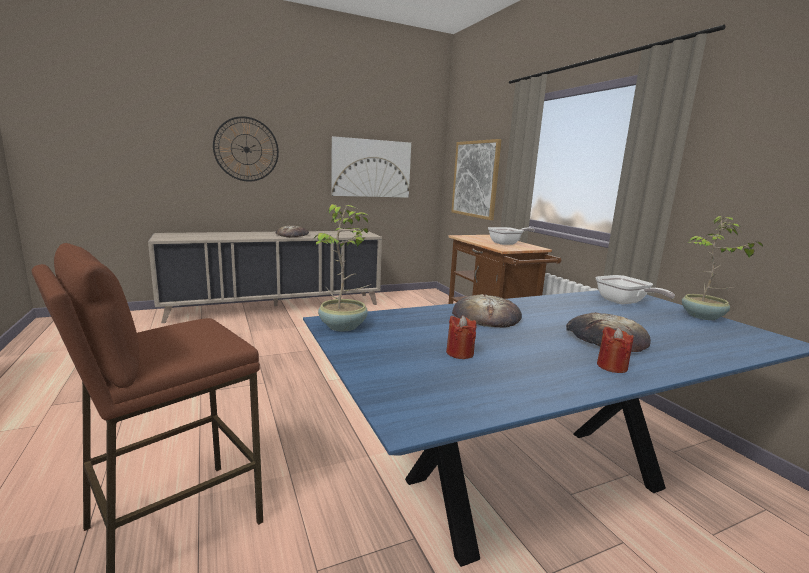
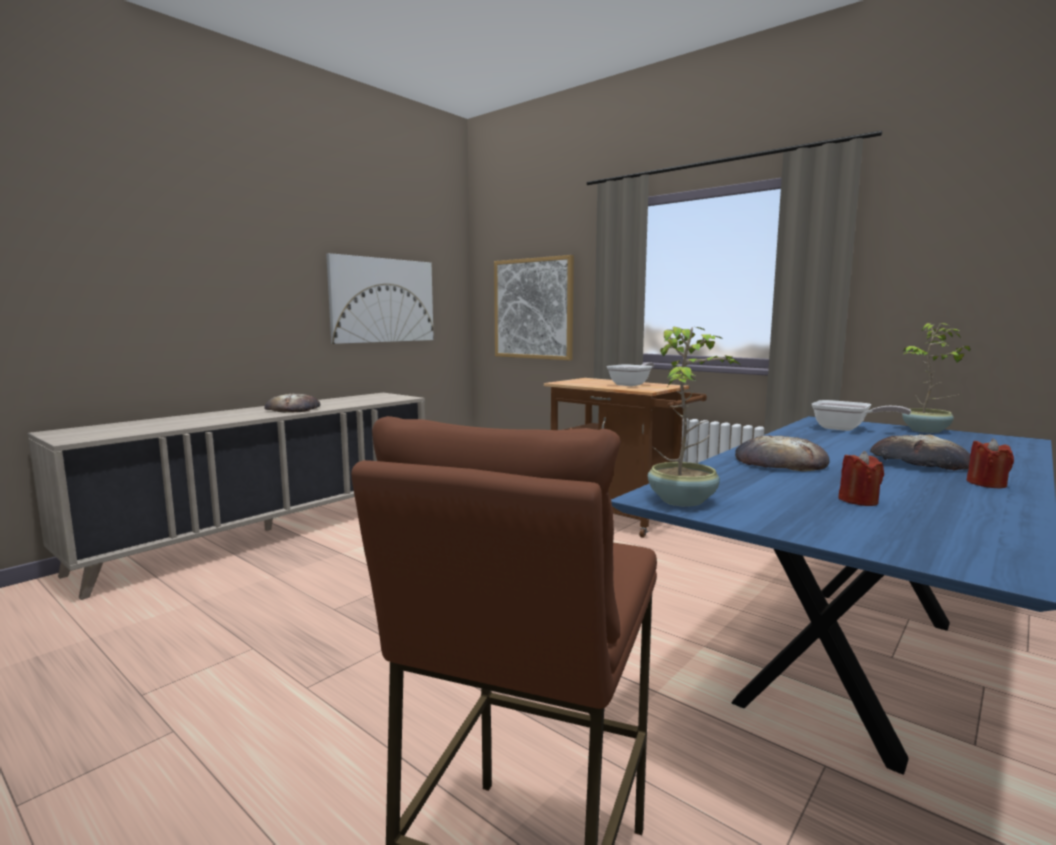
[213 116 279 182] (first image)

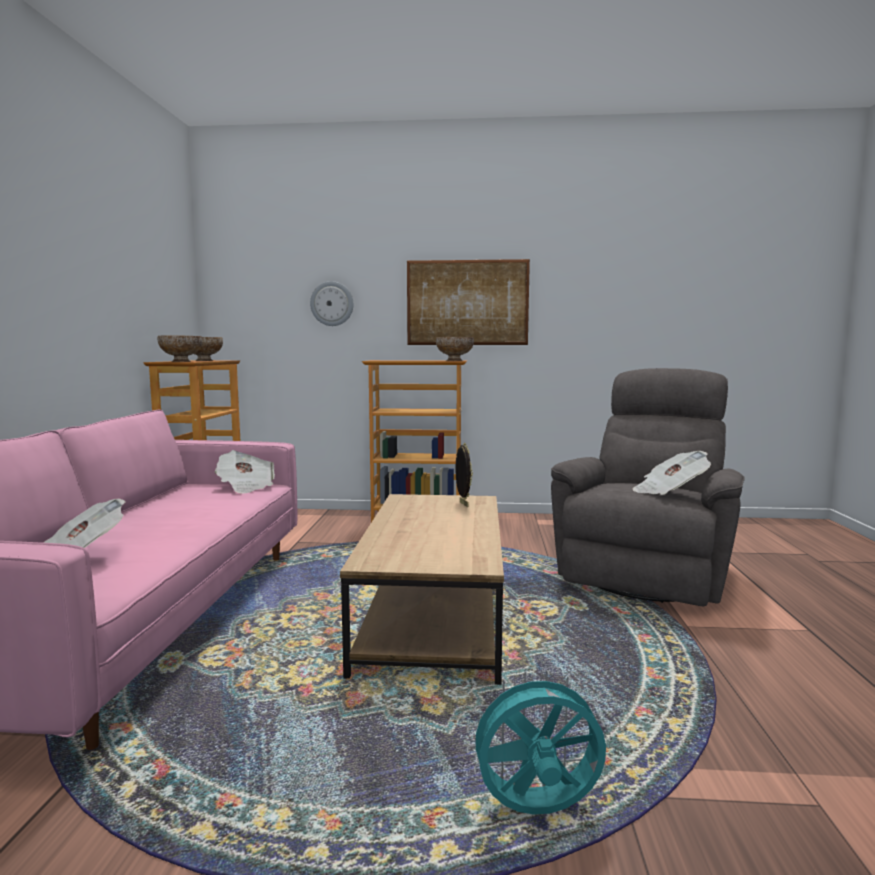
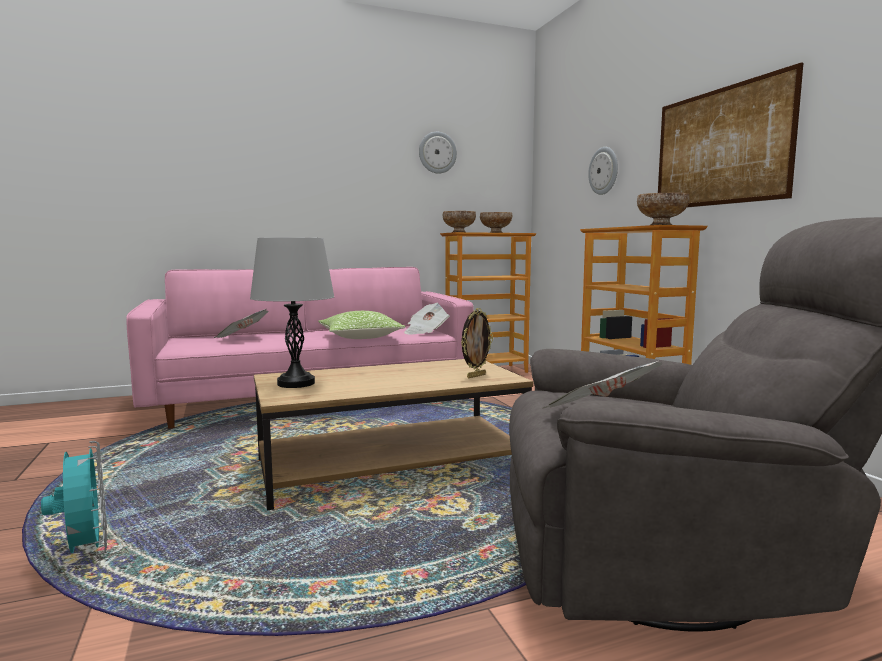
[419 132 457 174]
[250 237 335 388]
[319 311 406 339]

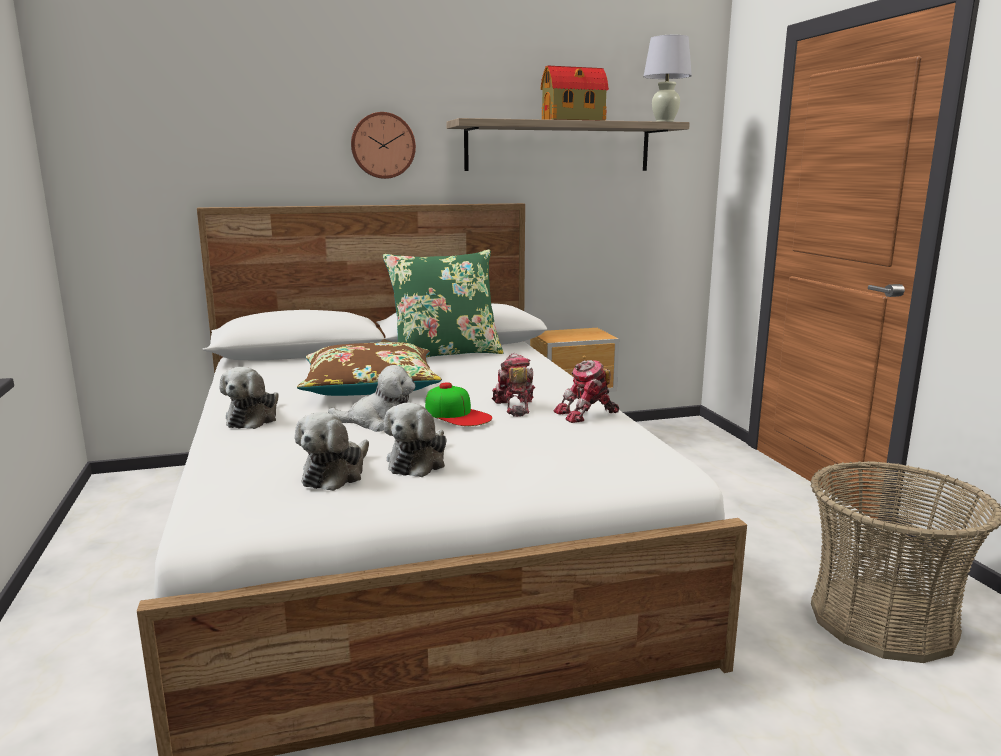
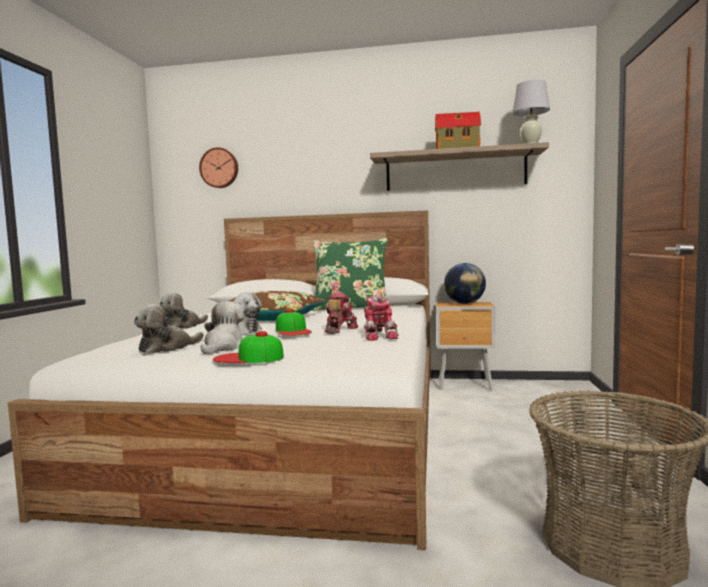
[199 147 238 188]
[364 294 399 341]
[201 301 245 354]
[444 263 486 304]
[213 331 284 363]

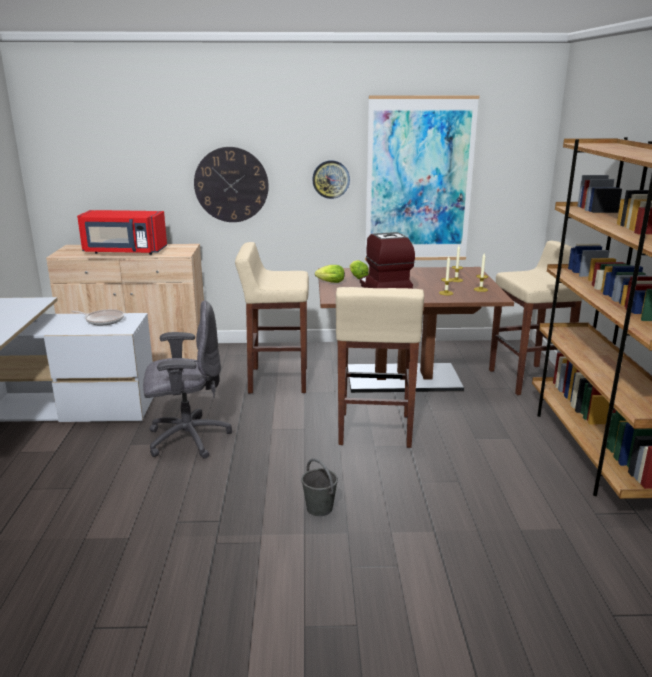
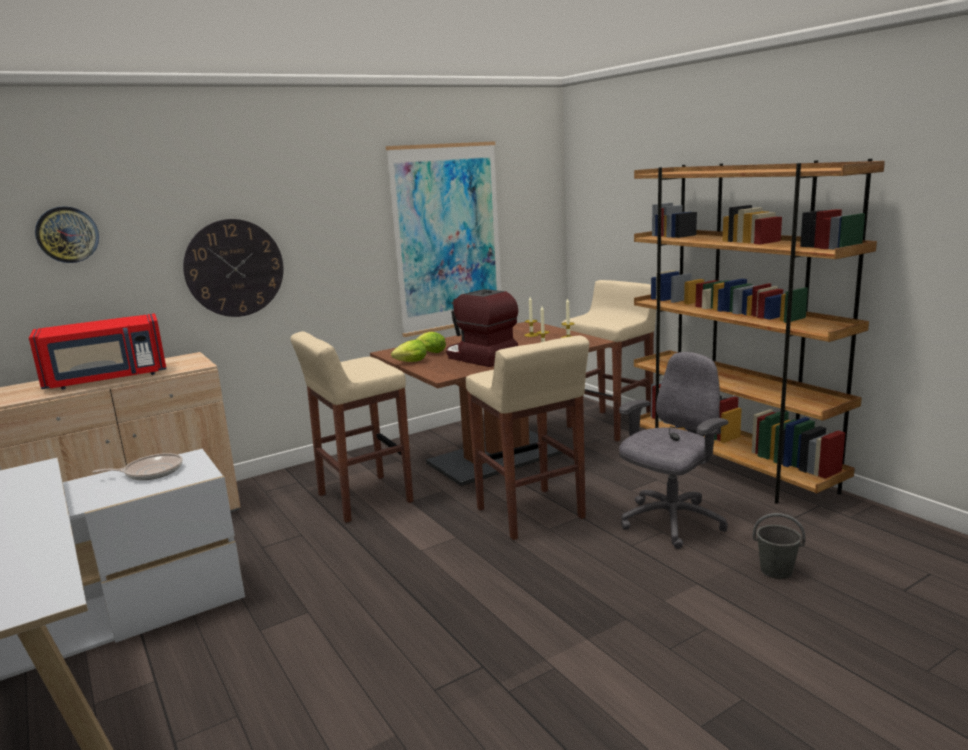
[35 206 99 263]
[619 352 728 549]
[753 513 805 579]

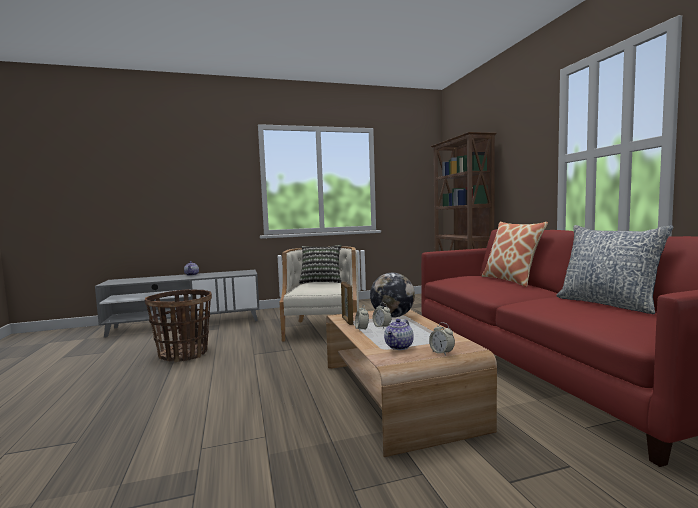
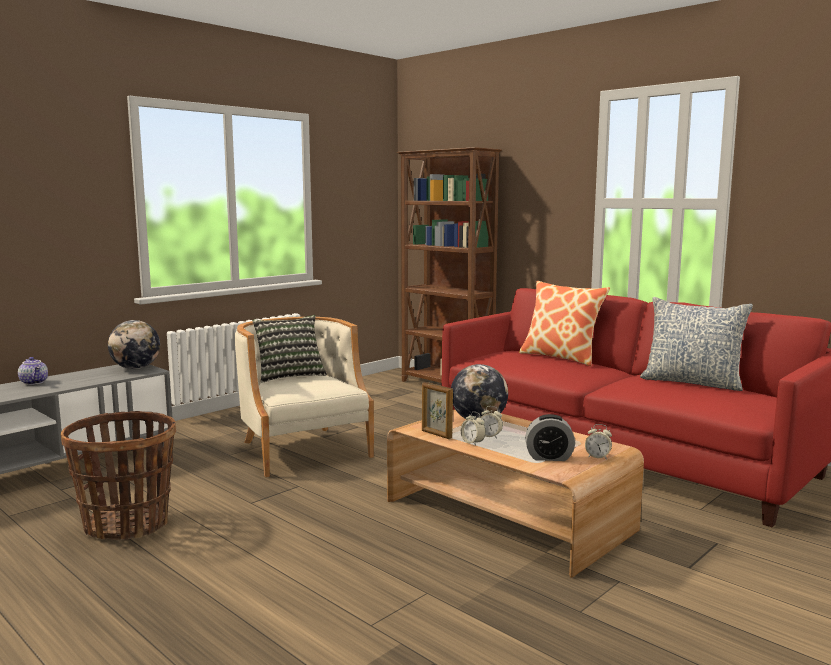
[525 414 575 461]
[108 320 160 369]

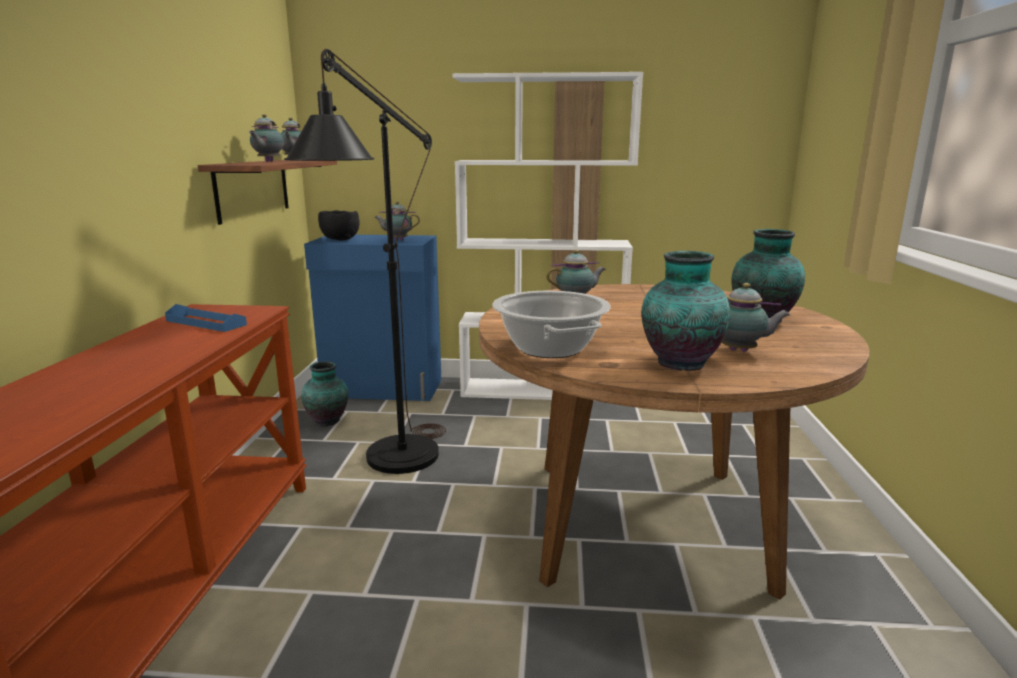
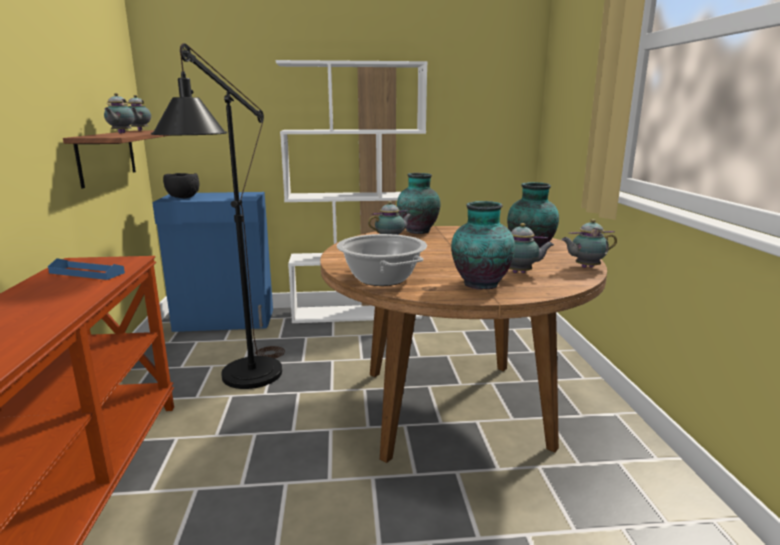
[561 219 617 268]
[397 173 441 234]

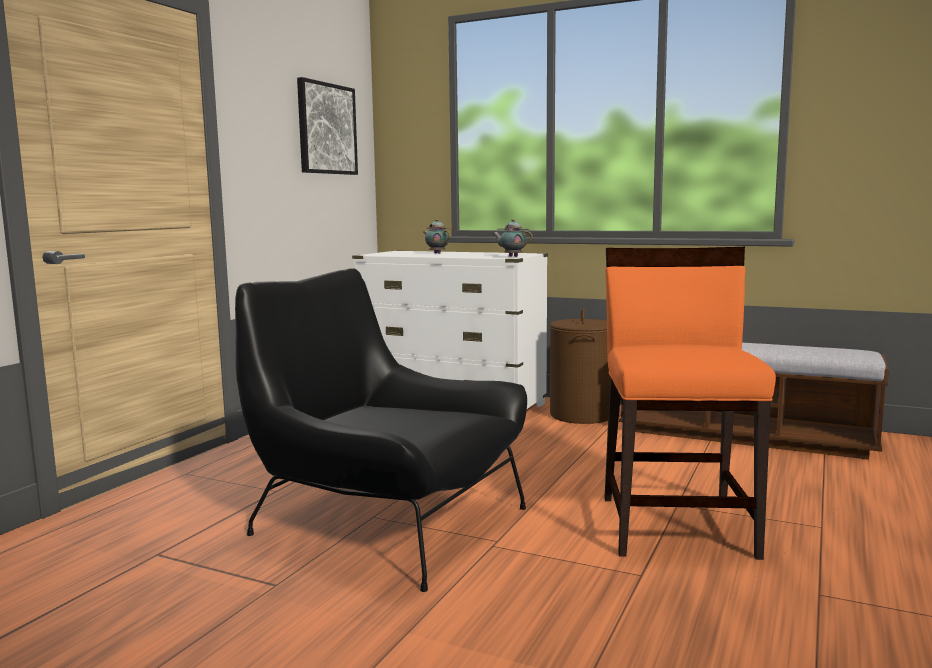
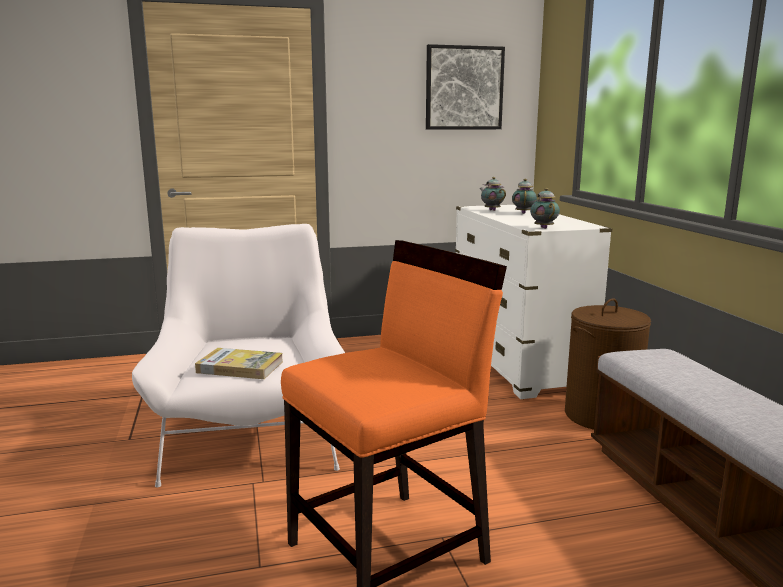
[132 224 345 487]
[479 177 506 211]
[195 348 283 379]

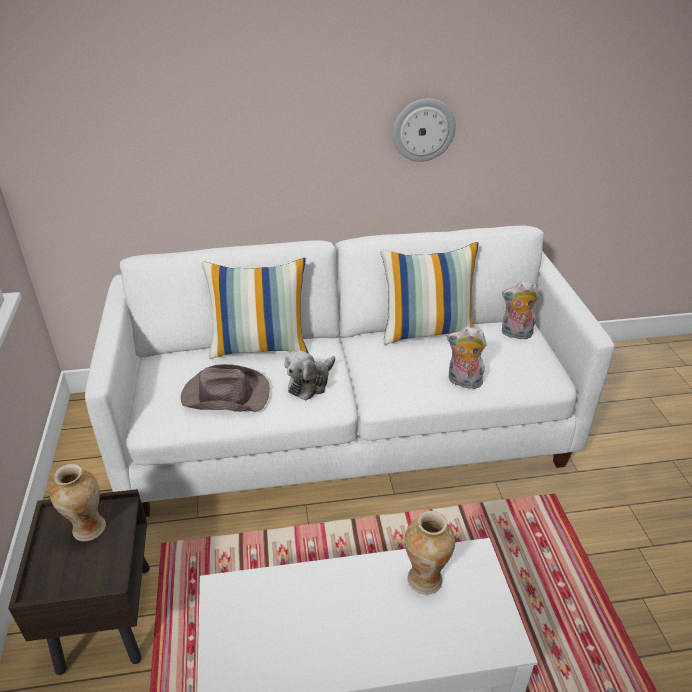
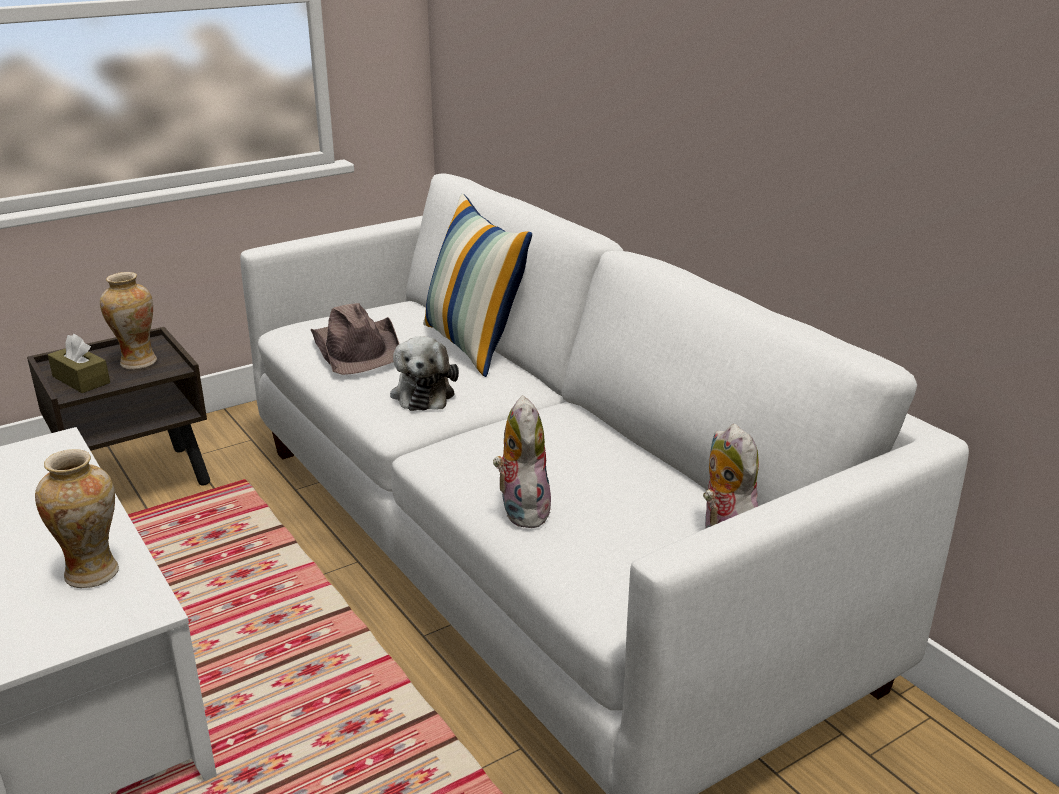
[393 98 456 162] (first image)
[380 242 478 345] (first image)
[390 336 459 411]
[48 334 110 393]

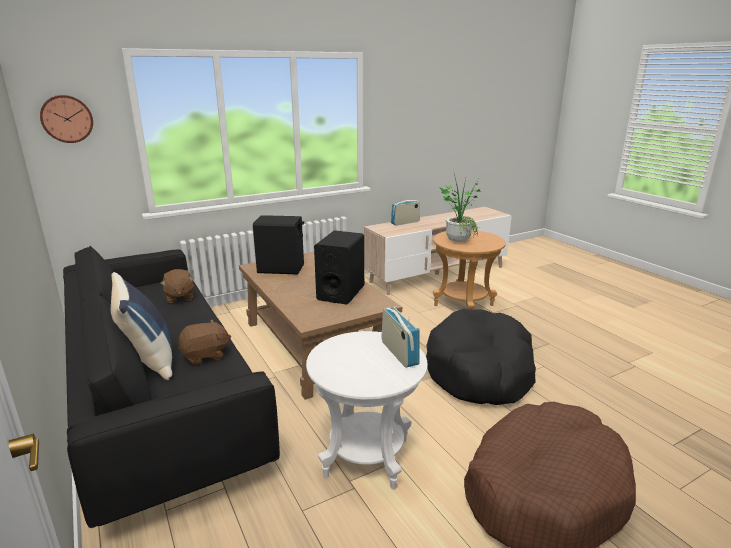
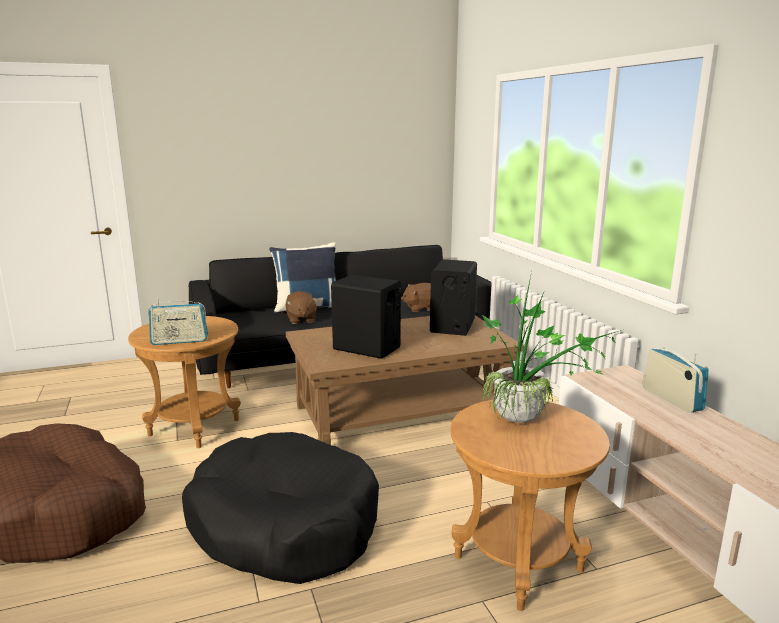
[40 95 93 143] (first image)
[128 316 241 448]

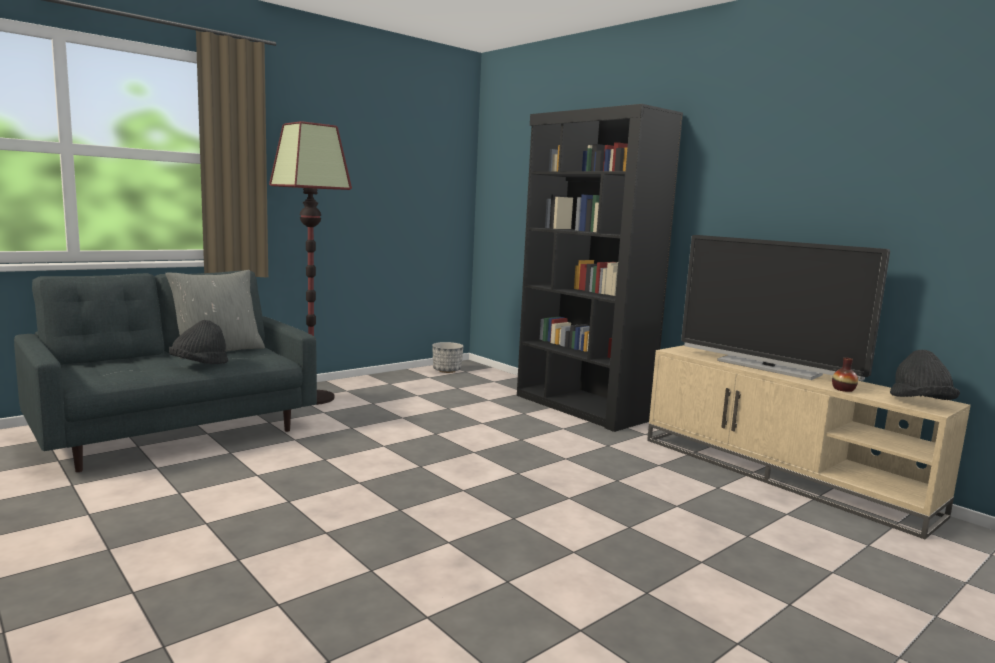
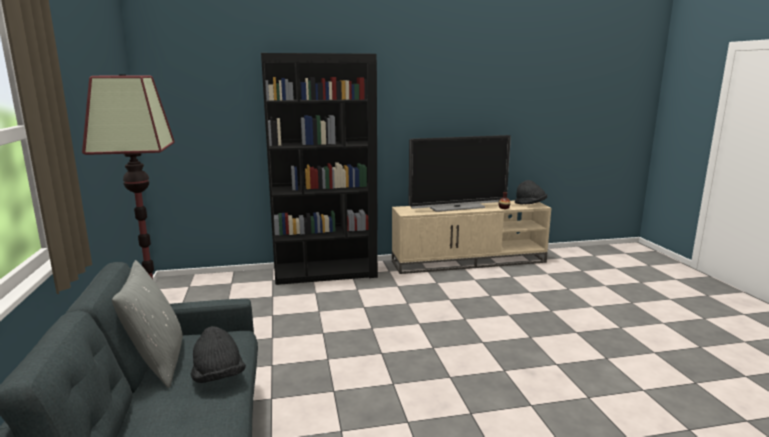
[432 342 464 373] (first image)

